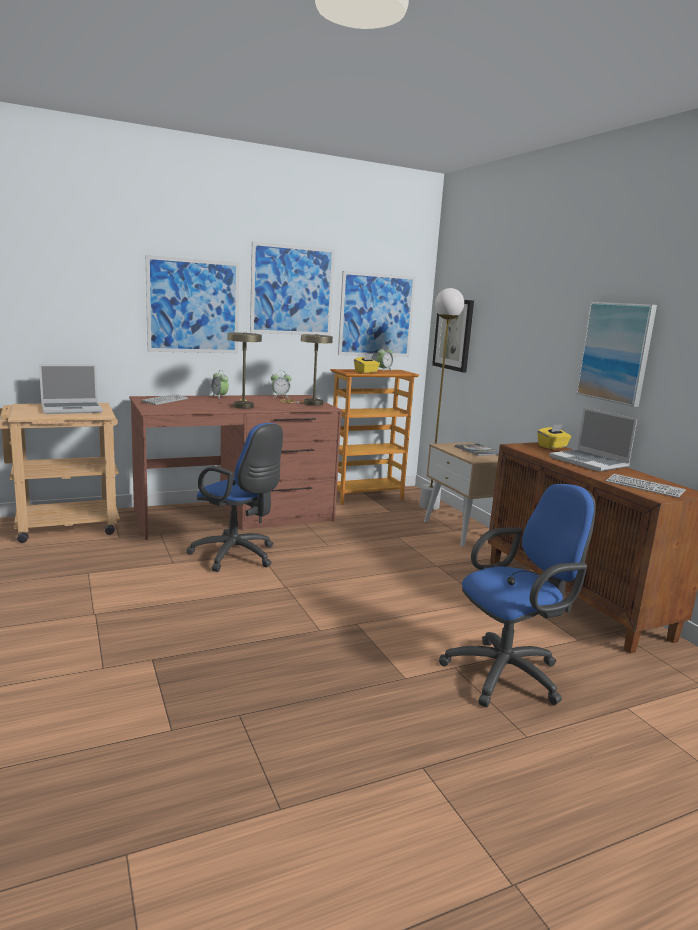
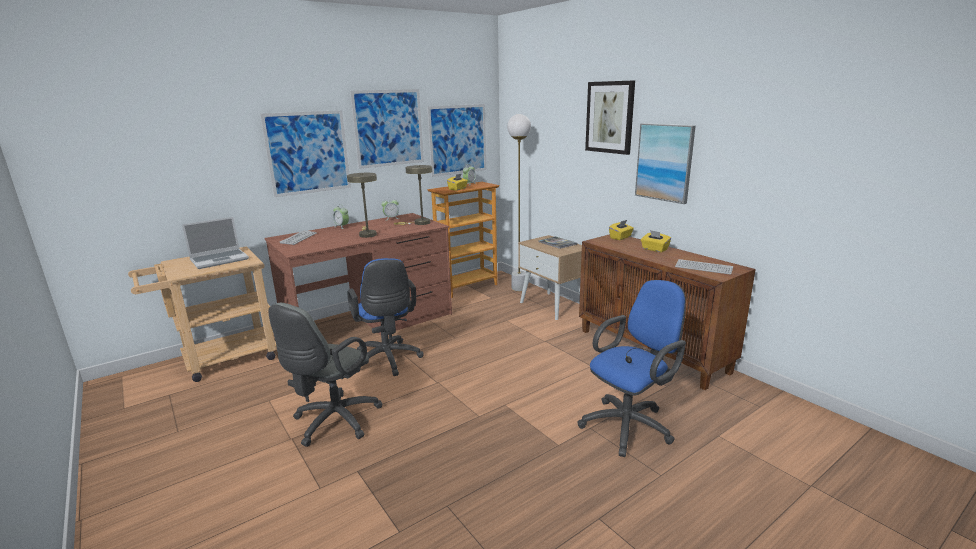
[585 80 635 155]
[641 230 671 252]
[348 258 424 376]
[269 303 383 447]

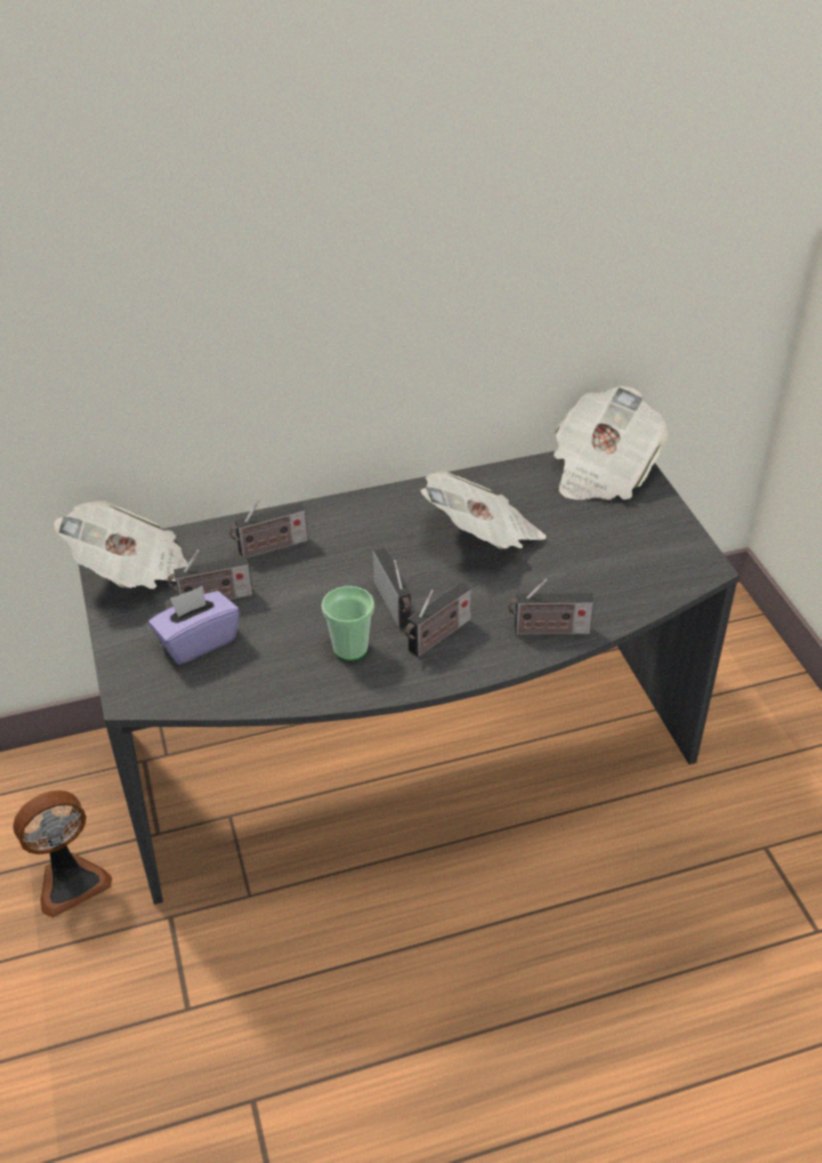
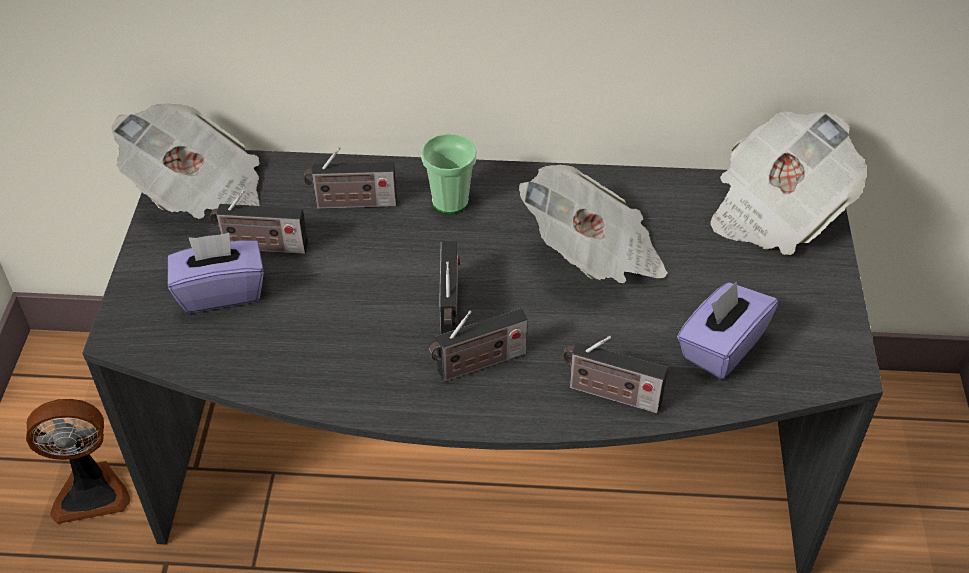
[421 133 477 214]
[677 281 778 379]

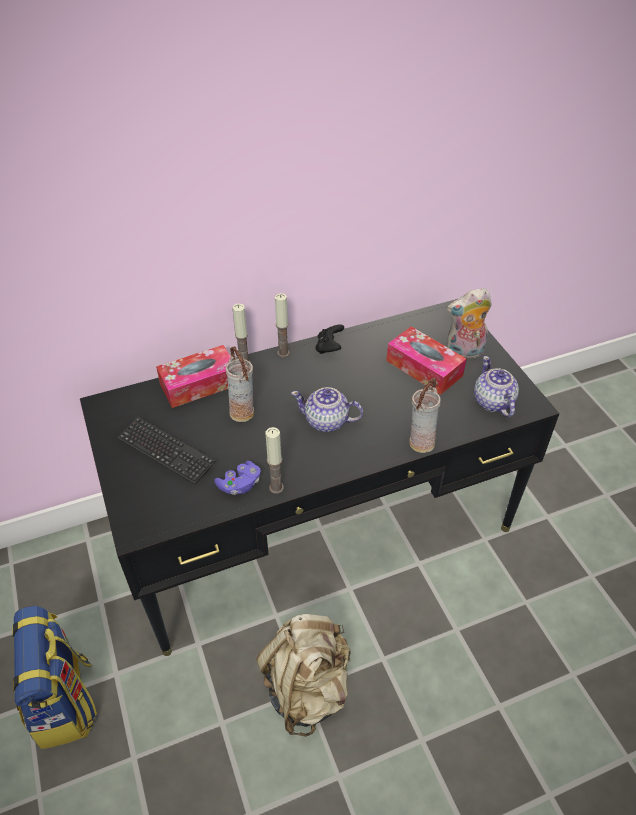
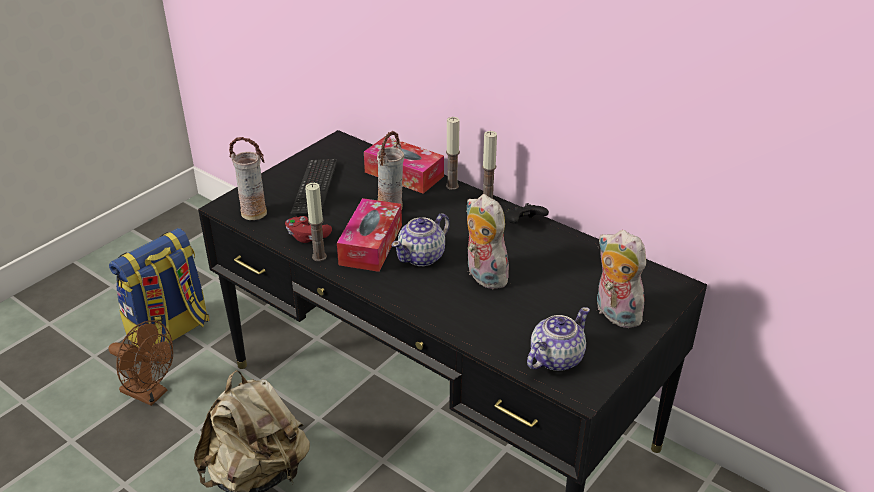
[337 198 402 272]
[229 137 267 220]
[392 213 450 266]
[285 216 332 243]
[467 194 509 289]
[109 320 173 406]

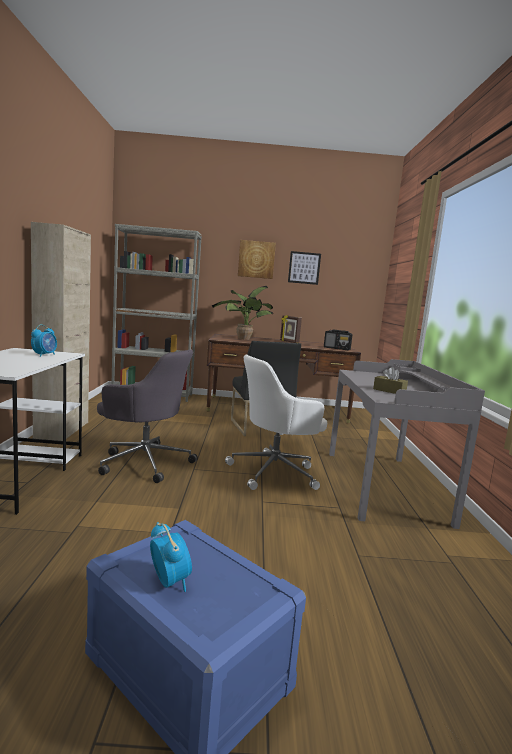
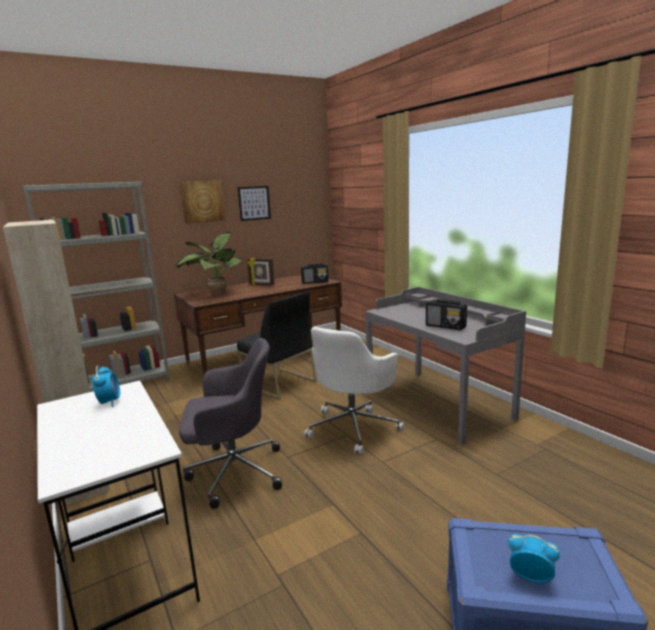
[426 299 467 330]

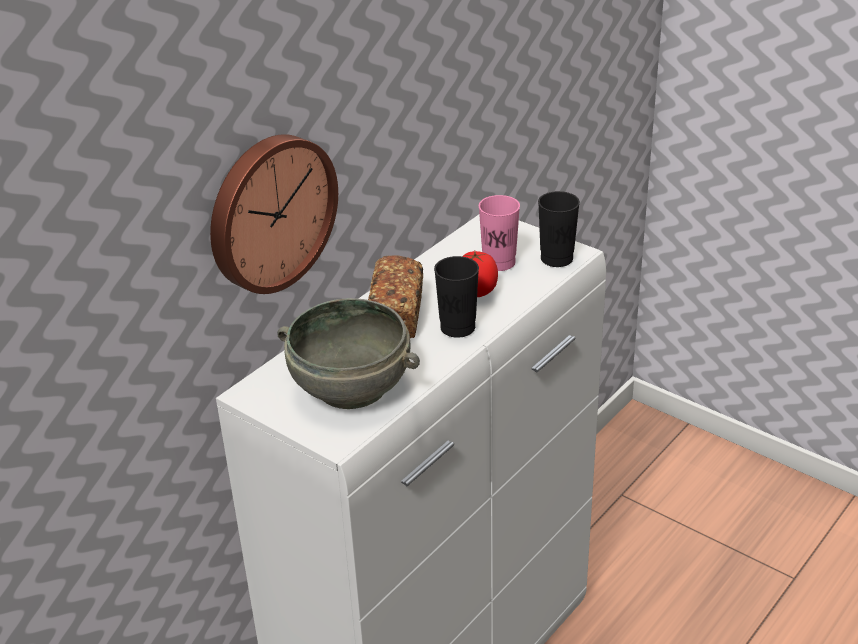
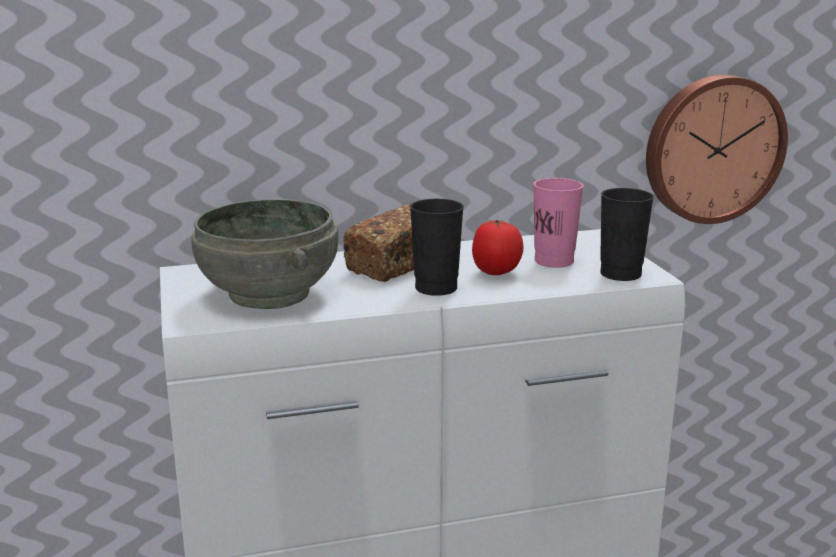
[646 75 788 224]

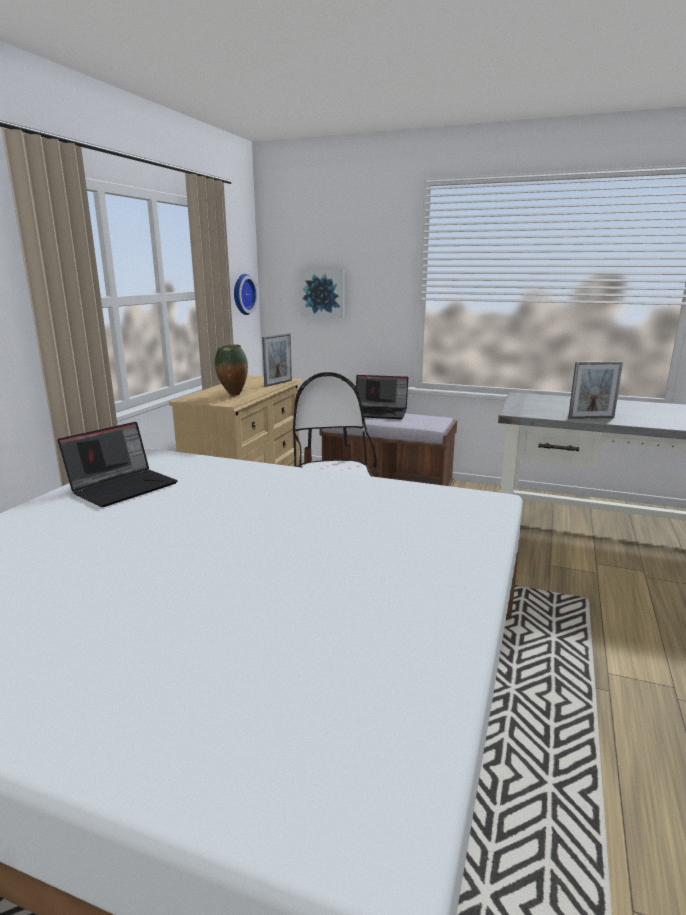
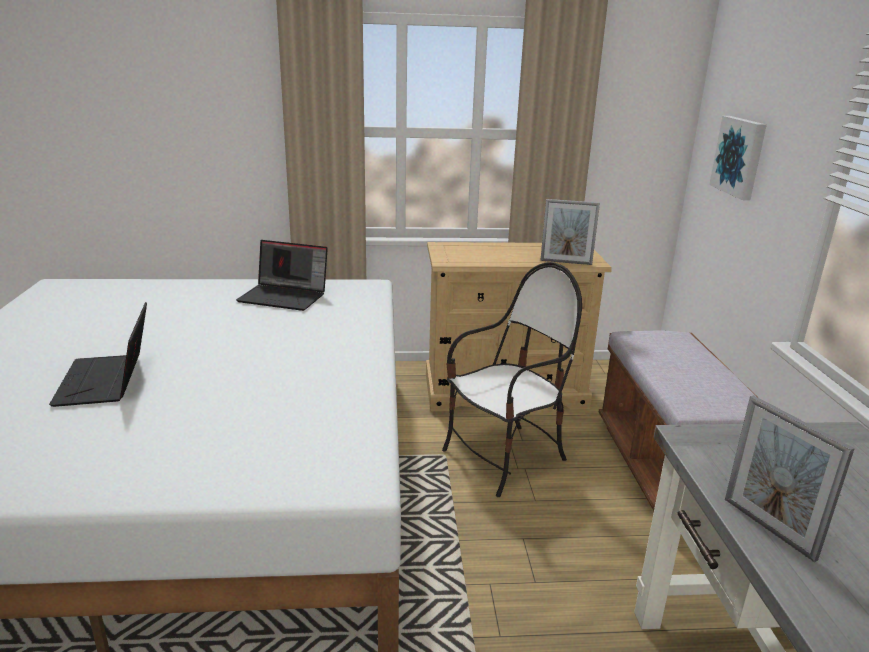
[234 274 258 315] (first image)
[215 345 248 396] (first image)
[49 302 147 407]

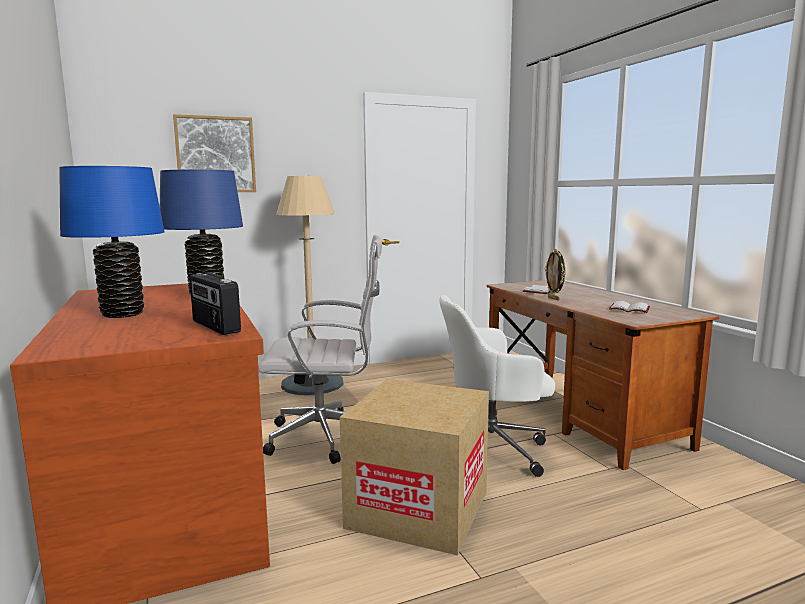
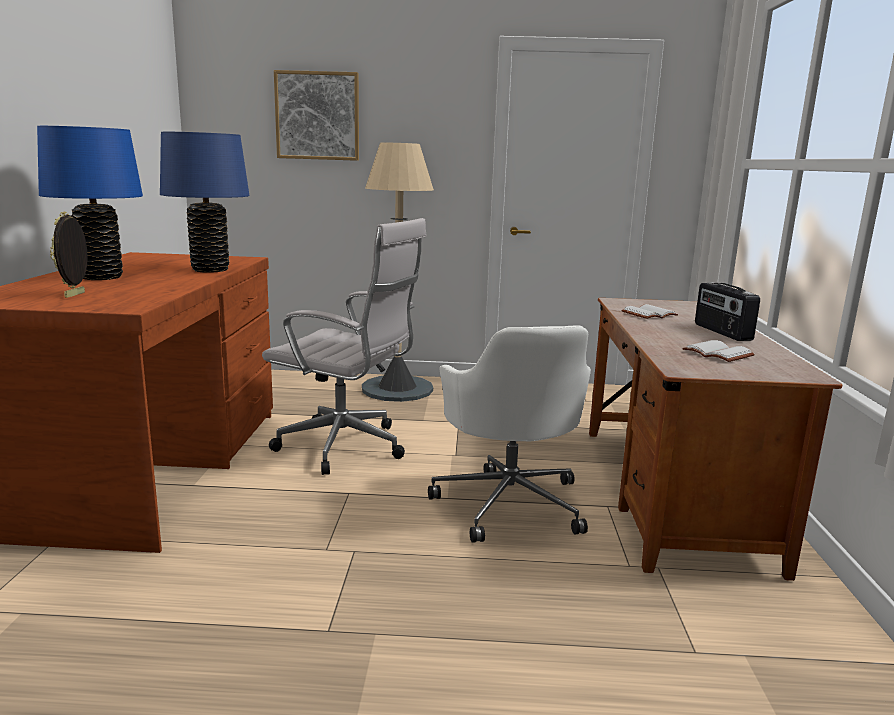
[50 212 88 298]
[695 282 760 341]
[428 325 591 543]
[340 379 489 555] (first image)

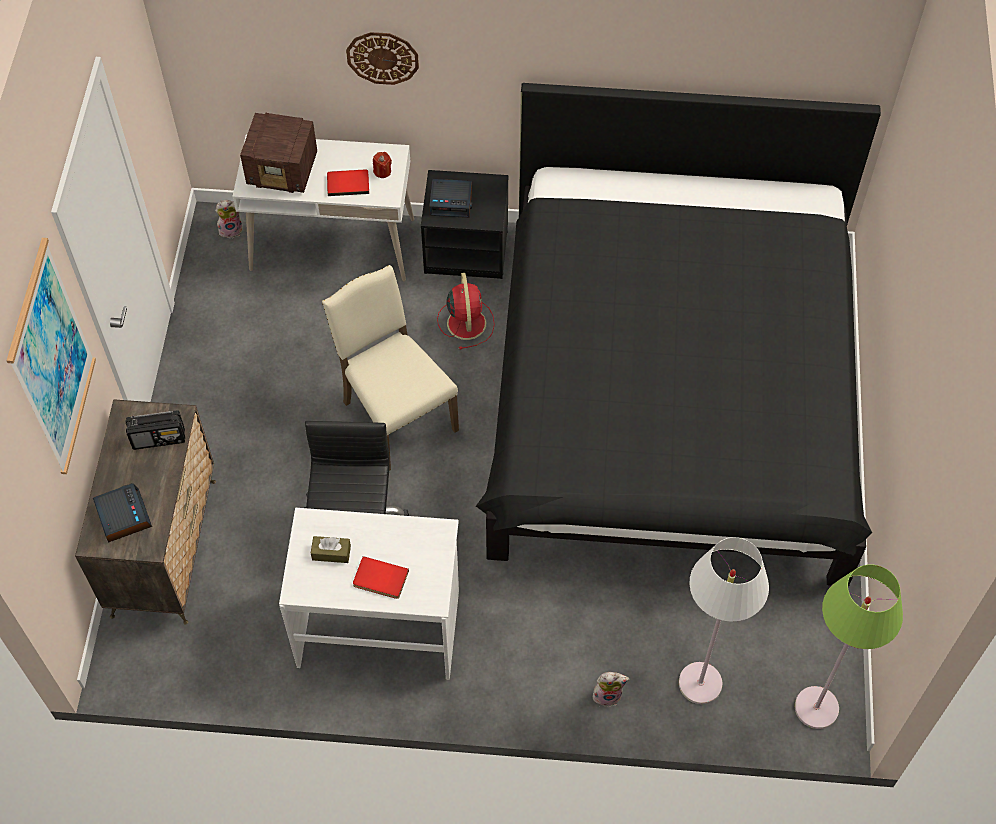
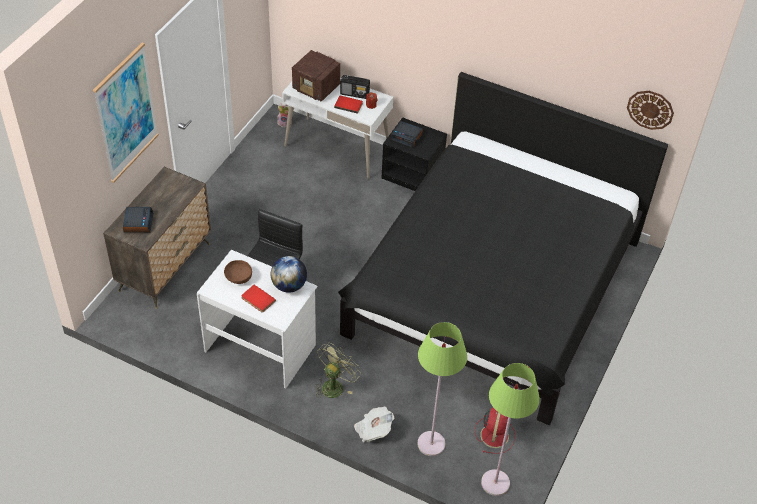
[627 91 674 130]
[322 265 459 471] (first image)
[475 408 515 454]
[340 75 370 99]
[224 260 252 284]
[417 322 467 456]
[354 406 394 442]
[271 256 307 293]
[315 343 361 398]

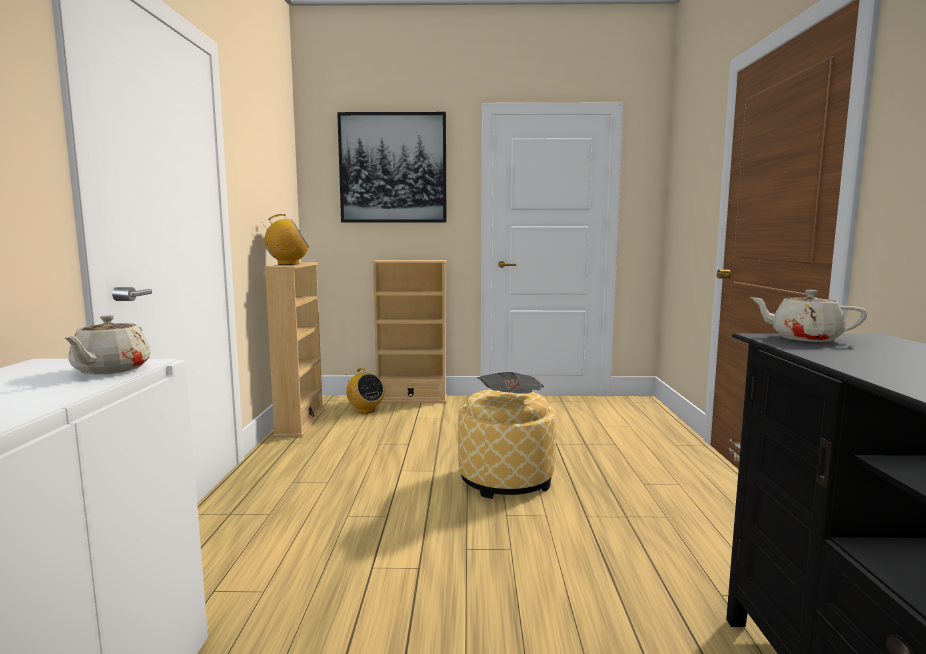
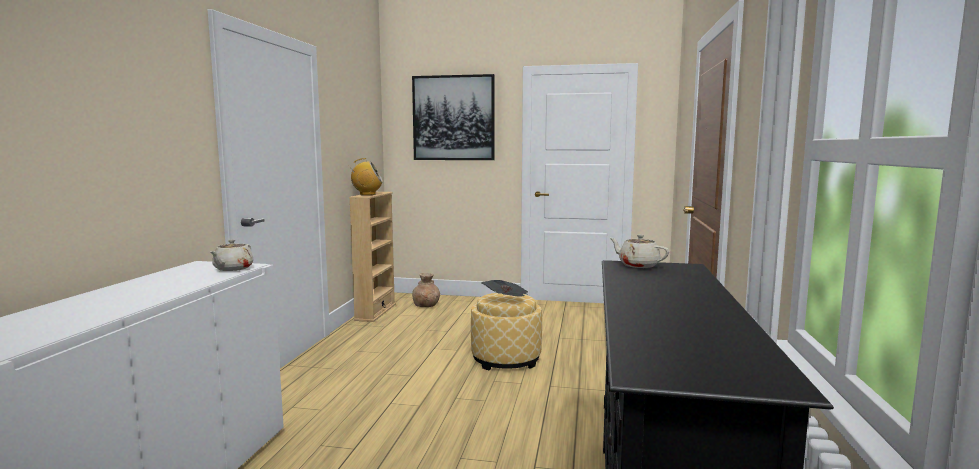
[372 260 447 403] (first image)
[412 273 440 307]

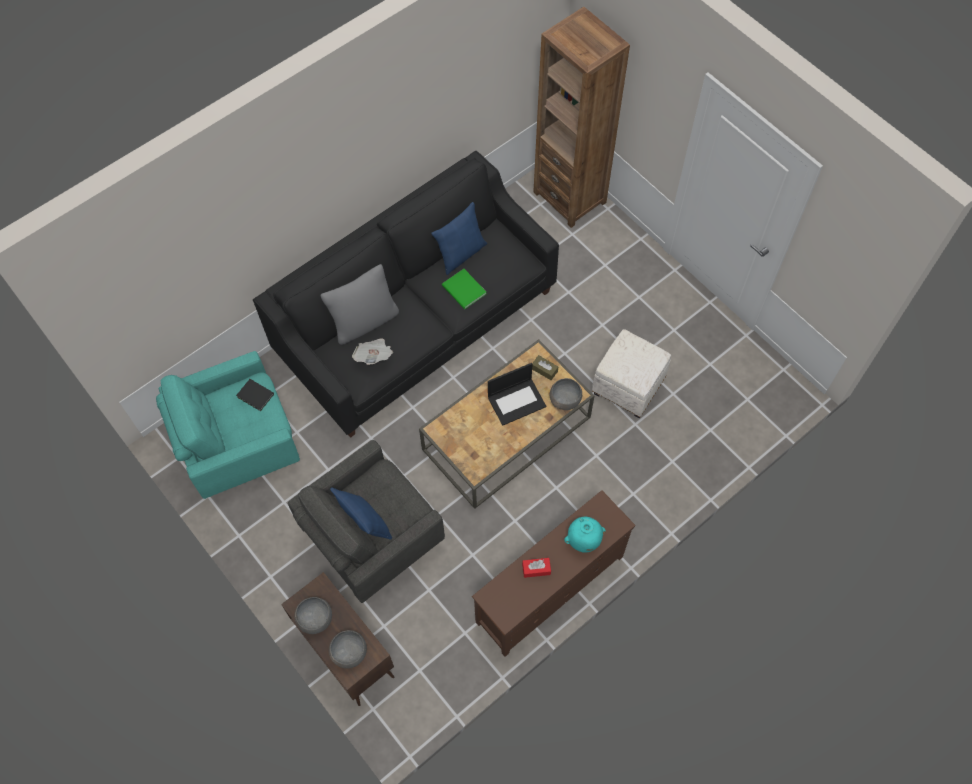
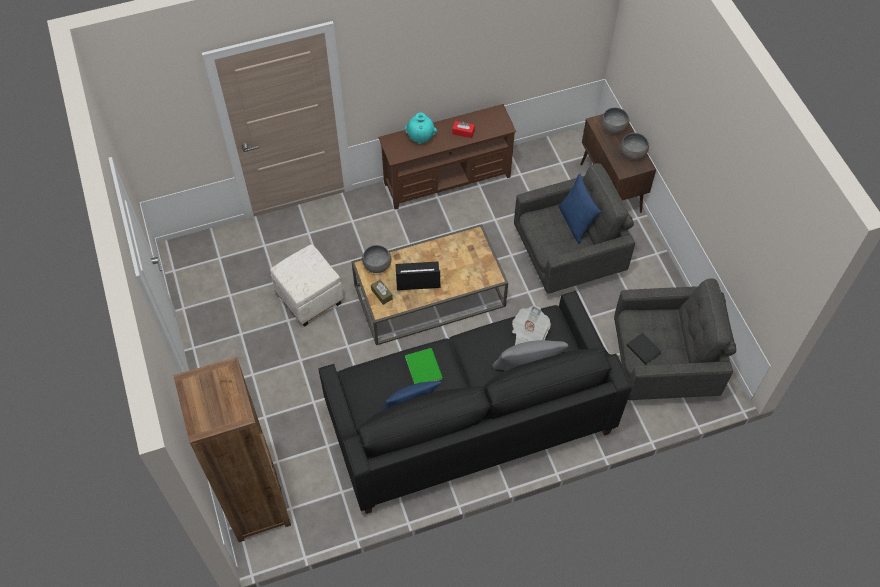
[614 278 736 400]

